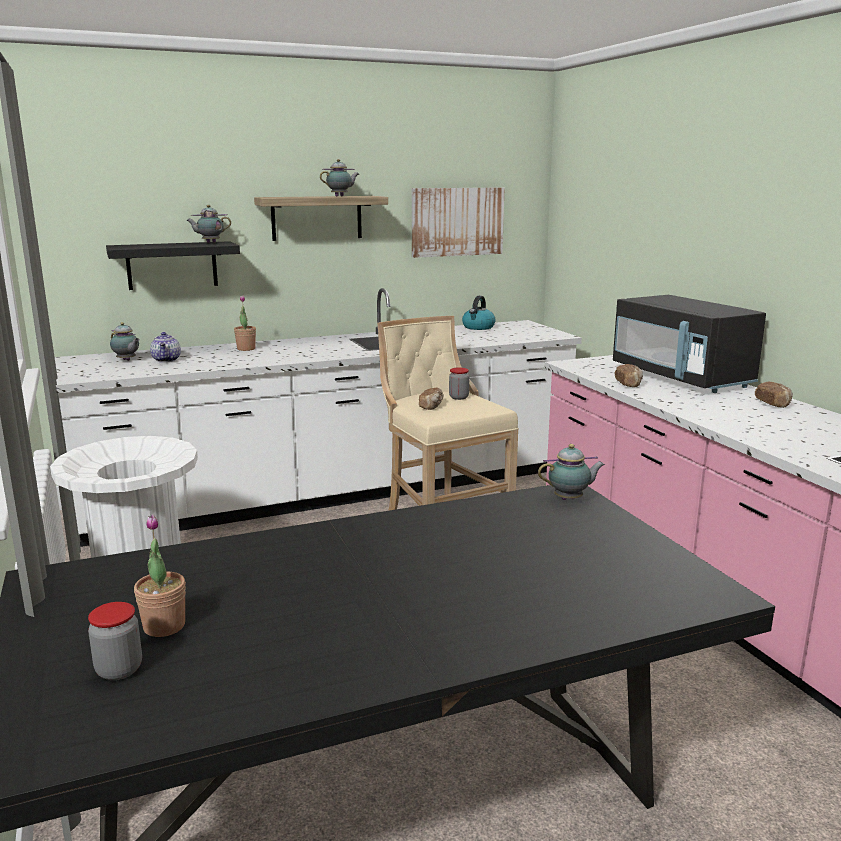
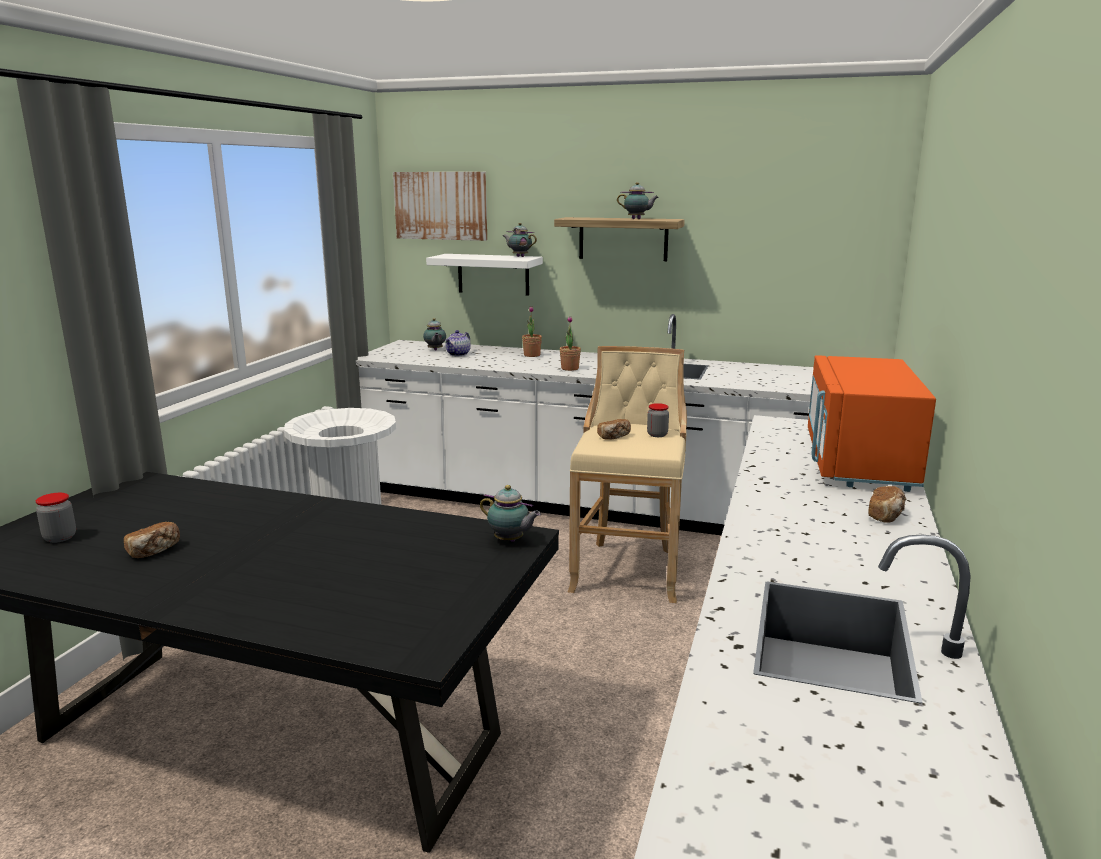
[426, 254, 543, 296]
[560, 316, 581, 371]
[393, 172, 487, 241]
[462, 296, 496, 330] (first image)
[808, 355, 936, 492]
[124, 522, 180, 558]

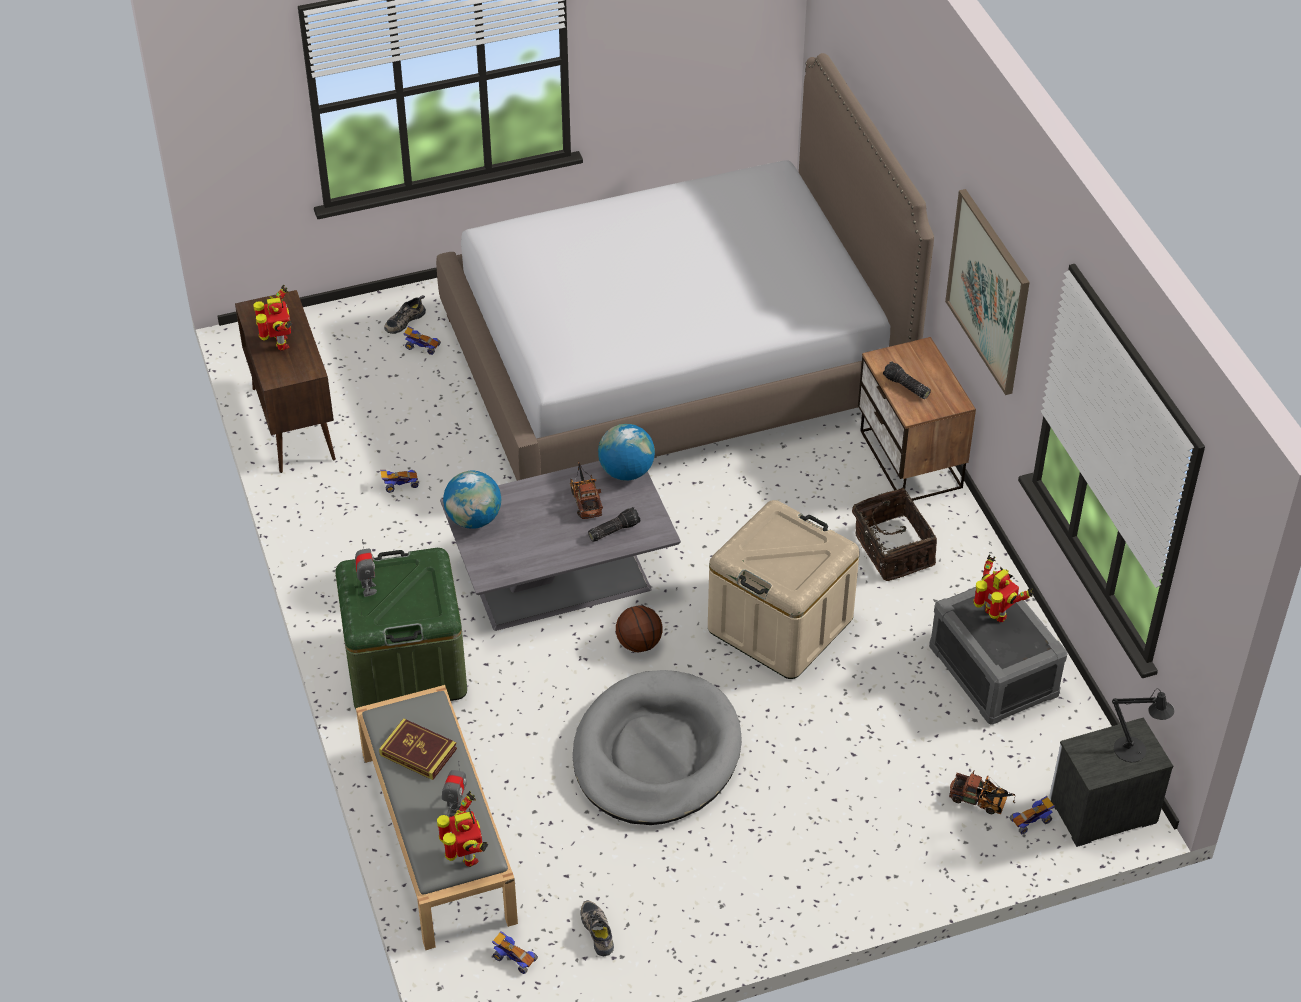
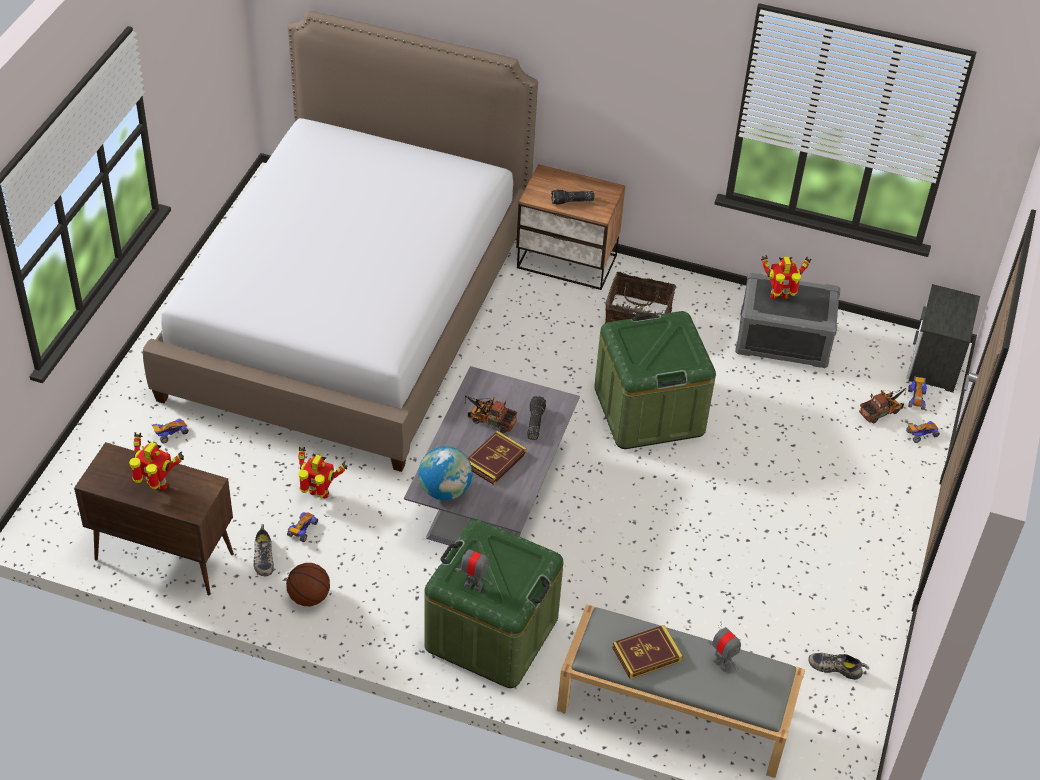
[253, 524, 274, 576]
[298, 447, 348, 498]
[906, 421, 940, 443]
[573, 670, 742, 825] (first image)
[598, 424, 655, 481] (first image)
[286, 563, 330, 606]
[594, 311, 716, 449]
[945, 189, 1030, 395] (first image)
[1112, 688, 1175, 762] (first image)
[468, 431, 526, 485]

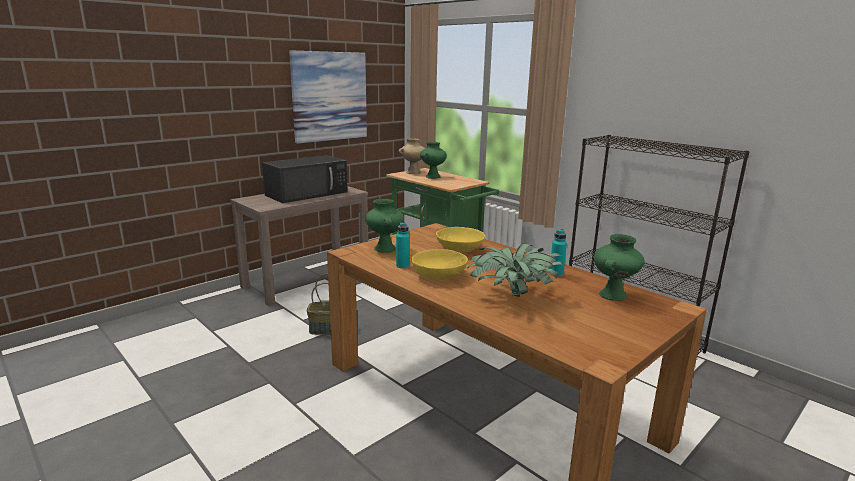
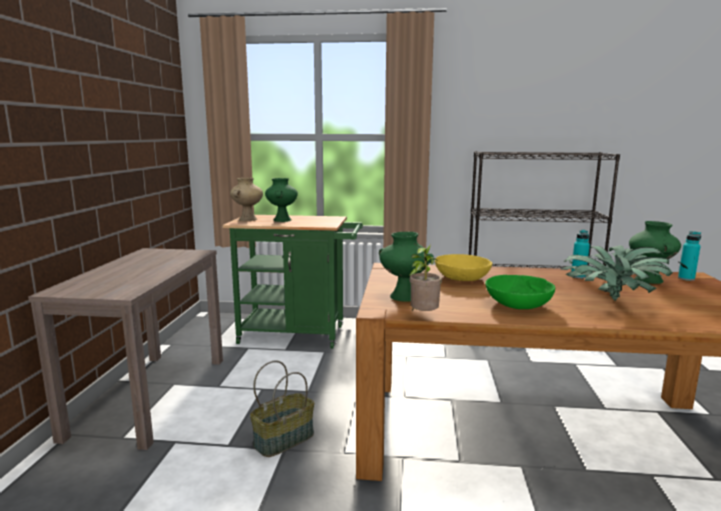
[262, 155, 348, 203] (first image)
[289, 50, 367, 144] (first image)
[678, 231, 701, 281]
[485, 275, 555, 309]
[409, 244, 442, 311]

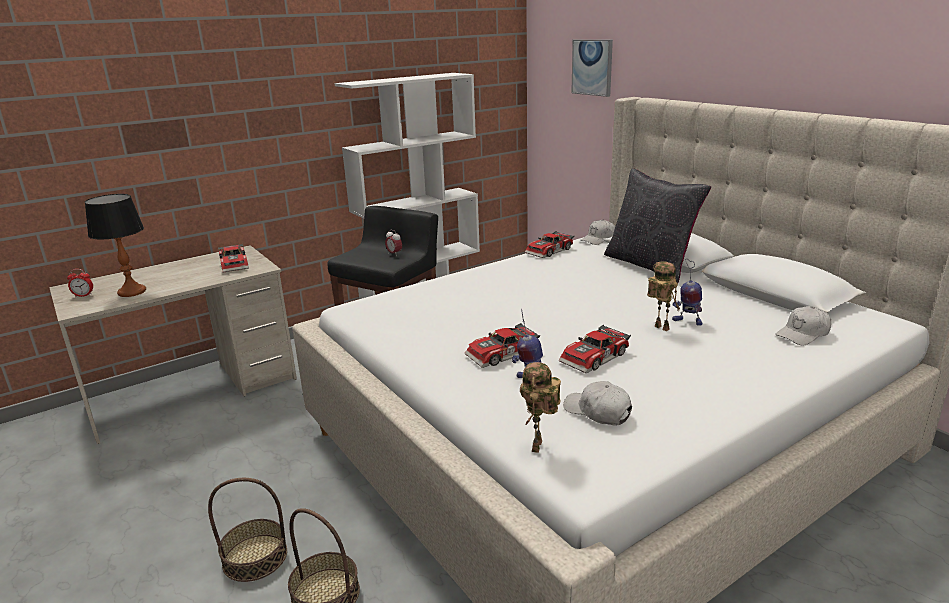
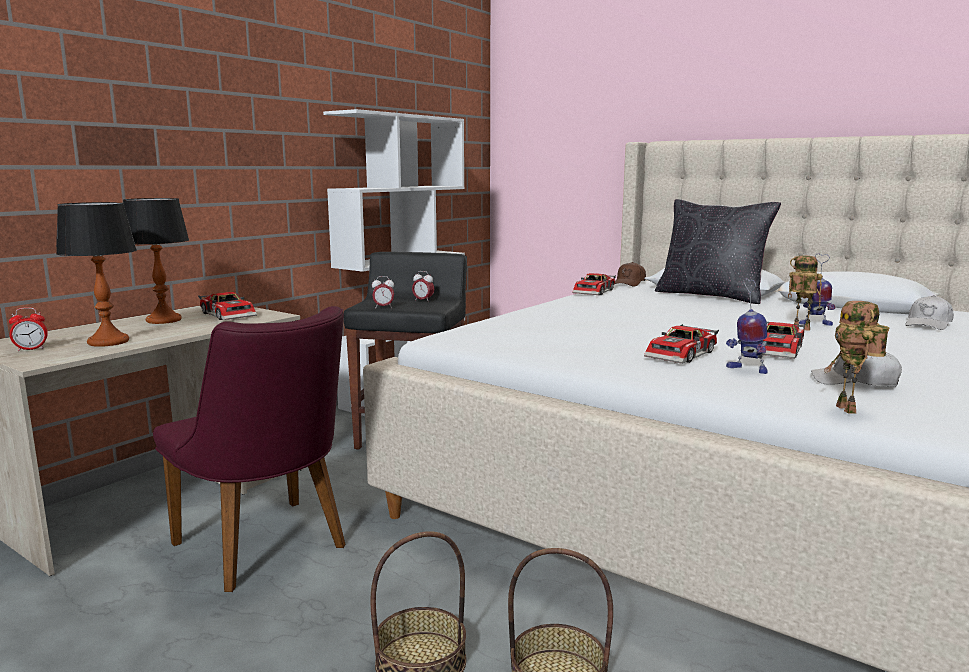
[571, 39, 613, 97] (first image)
[615, 262, 646, 287]
[123, 198, 189, 324]
[153, 306, 345, 592]
[372, 276, 394, 309]

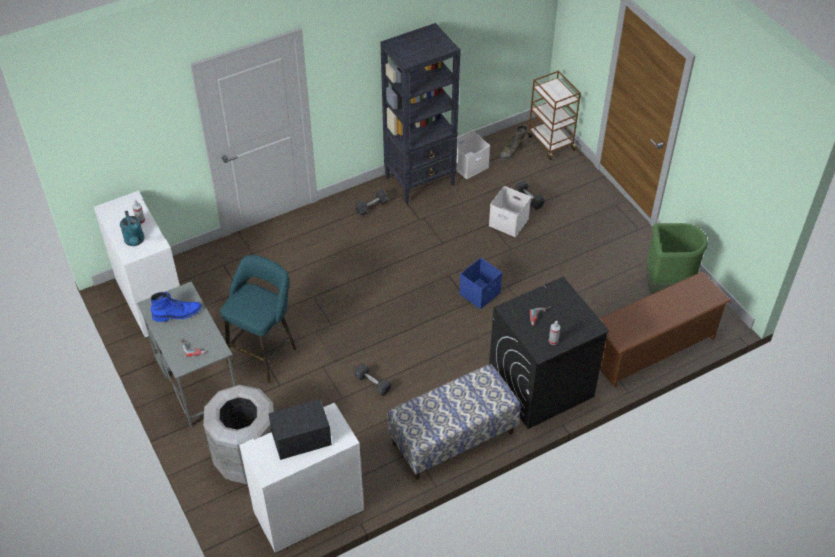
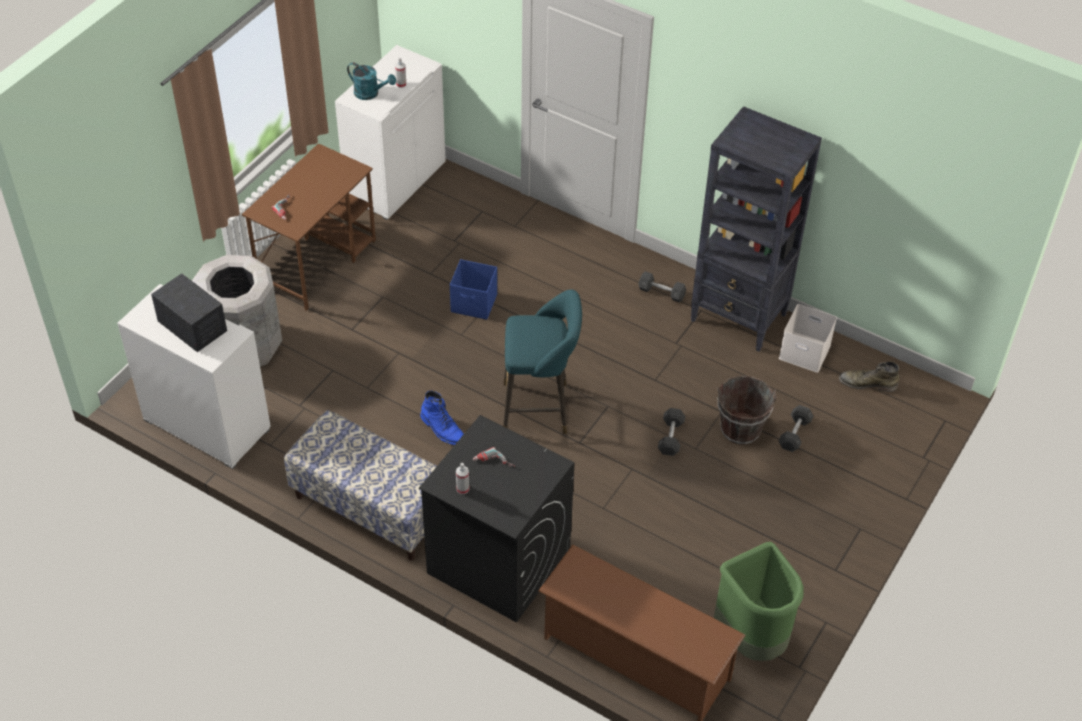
[347, 62, 396, 100]
[242, 143, 376, 311]
[420, 391, 464, 445]
[503, 290, 582, 434]
[658, 408, 685, 456]
[450, 259, 497, 320]
[718, 376, 776, 445]
[527, 71, 581, 160] (first image)

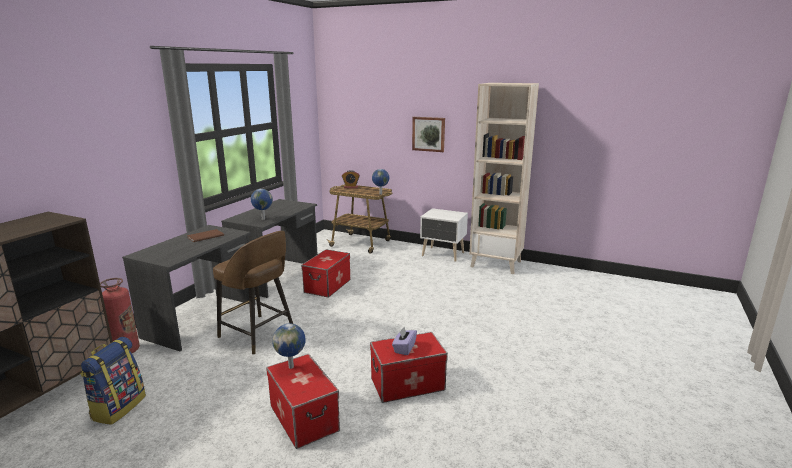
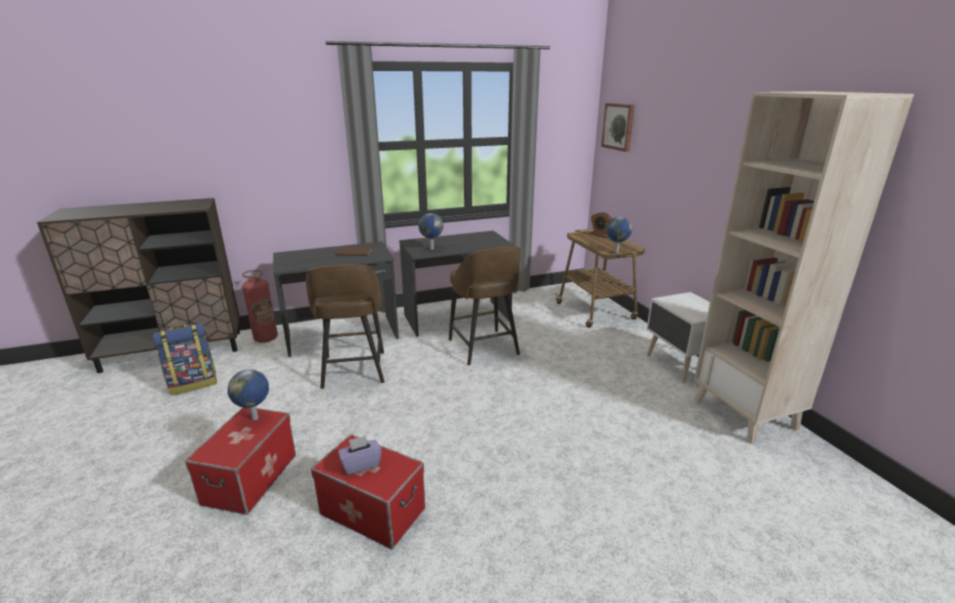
[449, 246, 521, 366]
[601, 103, 635, 152]

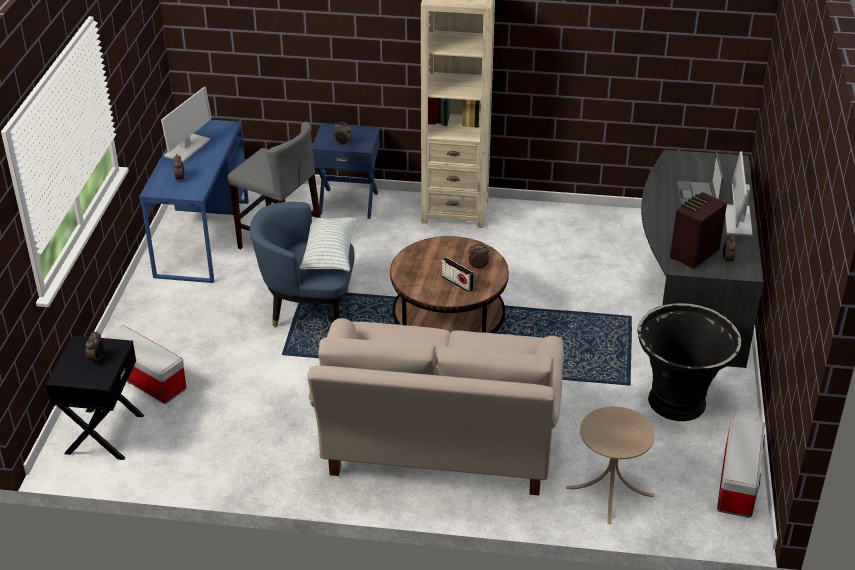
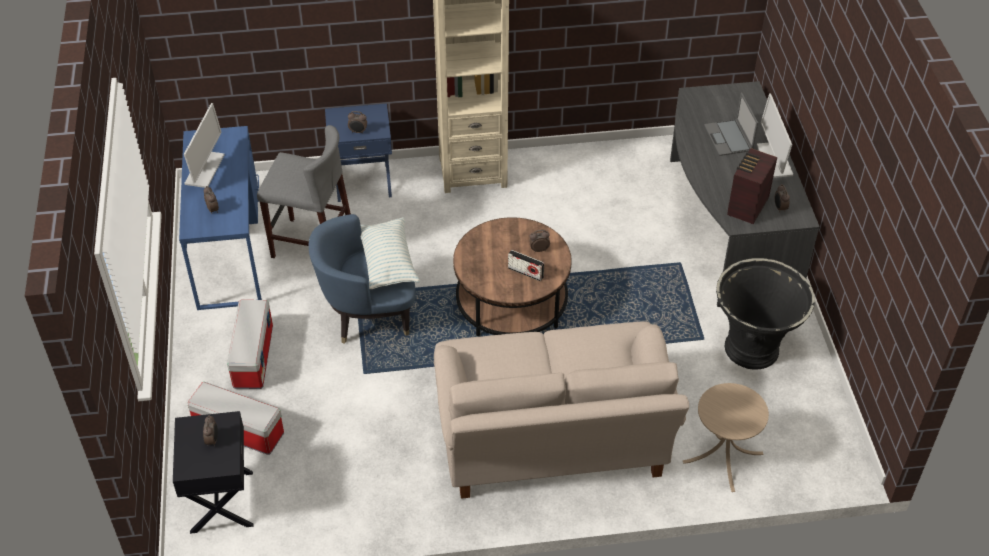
[227, 300, 273, 389]

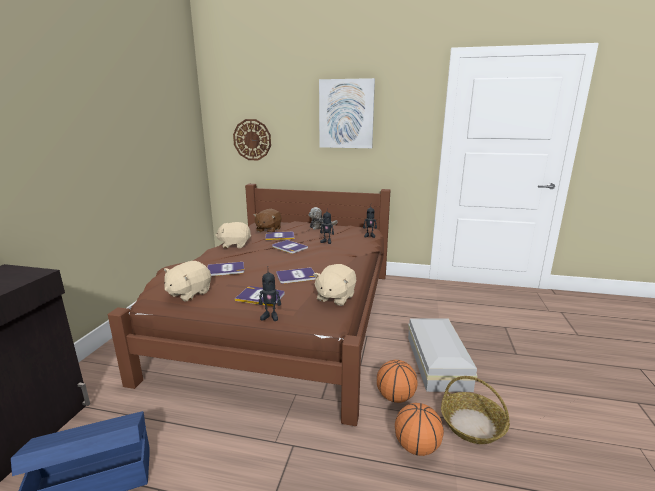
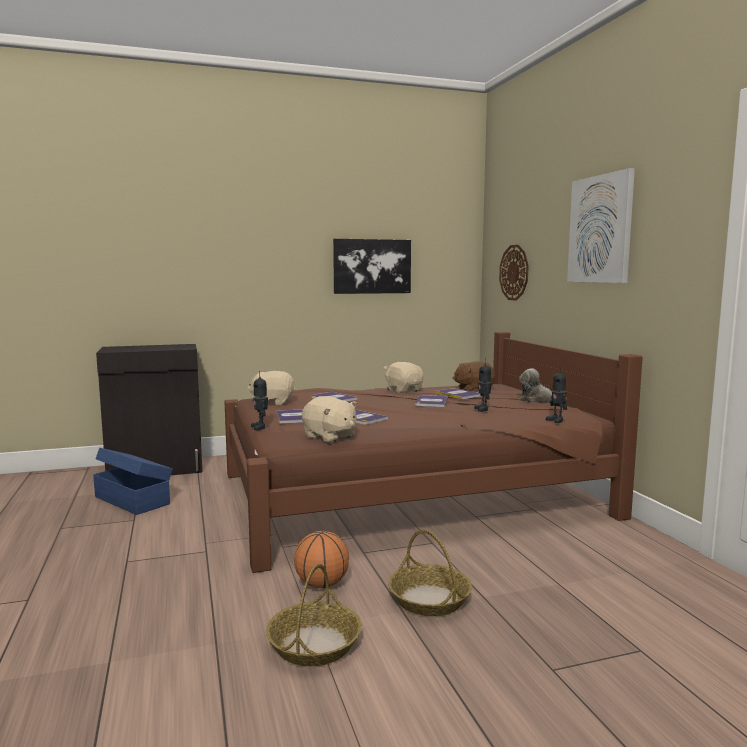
[302, 396, 357, 443]
[395, 403, 444, 456] (first image)
[388, 529, 472, 616]
[333, 239, 411, 294]

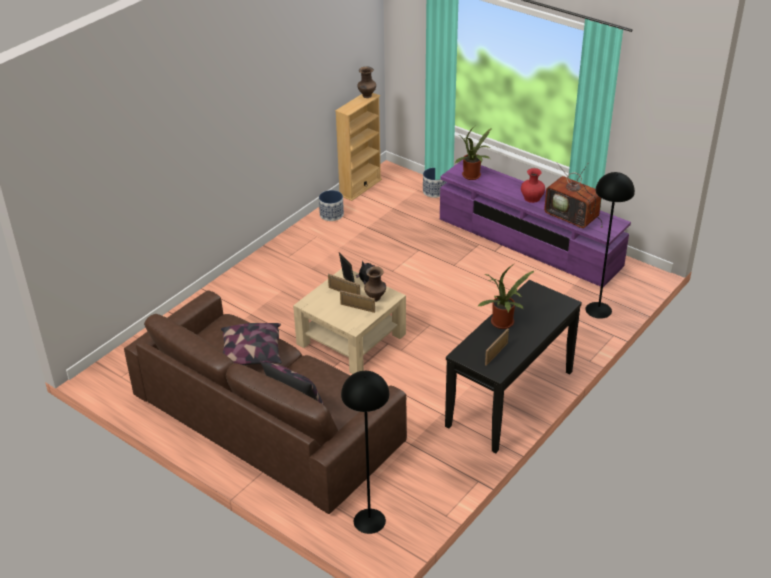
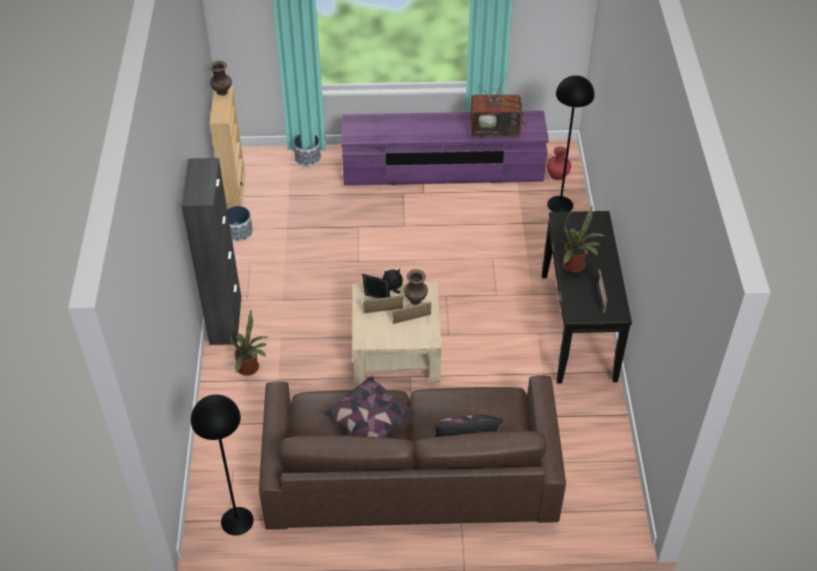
[191, 395, 254, 536]
[228, 310, 268, 376]
[547, 147, 571, 180]
[181, 158, 241, 345]

